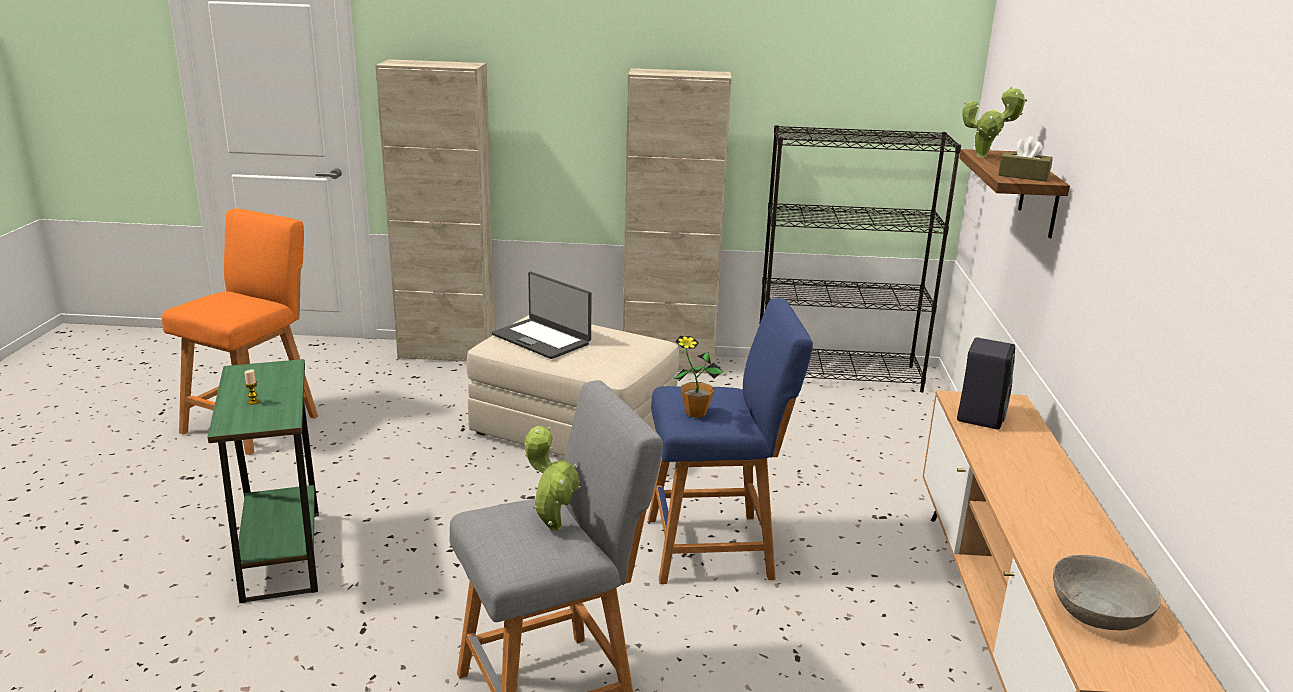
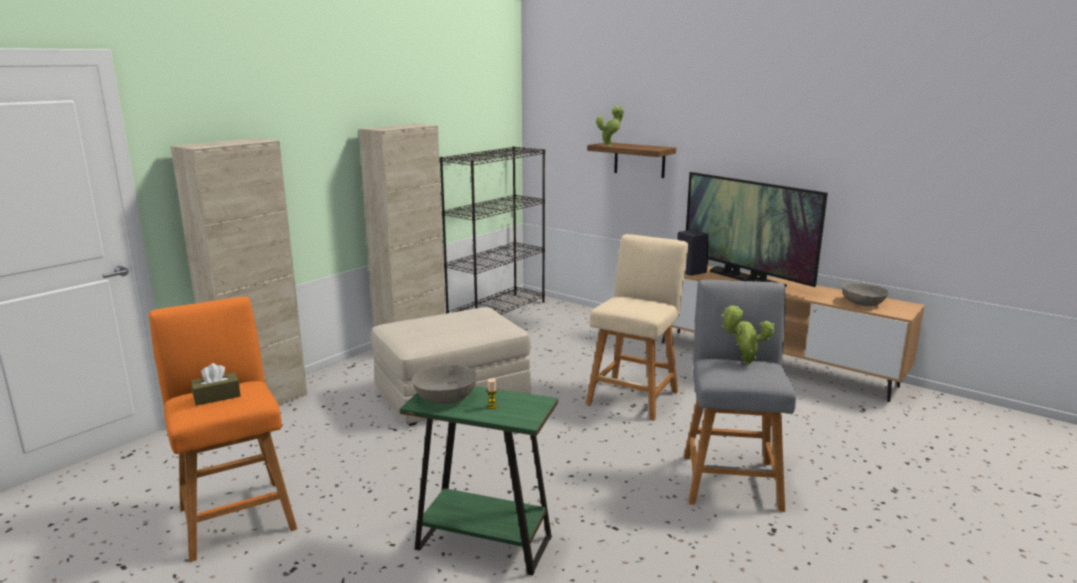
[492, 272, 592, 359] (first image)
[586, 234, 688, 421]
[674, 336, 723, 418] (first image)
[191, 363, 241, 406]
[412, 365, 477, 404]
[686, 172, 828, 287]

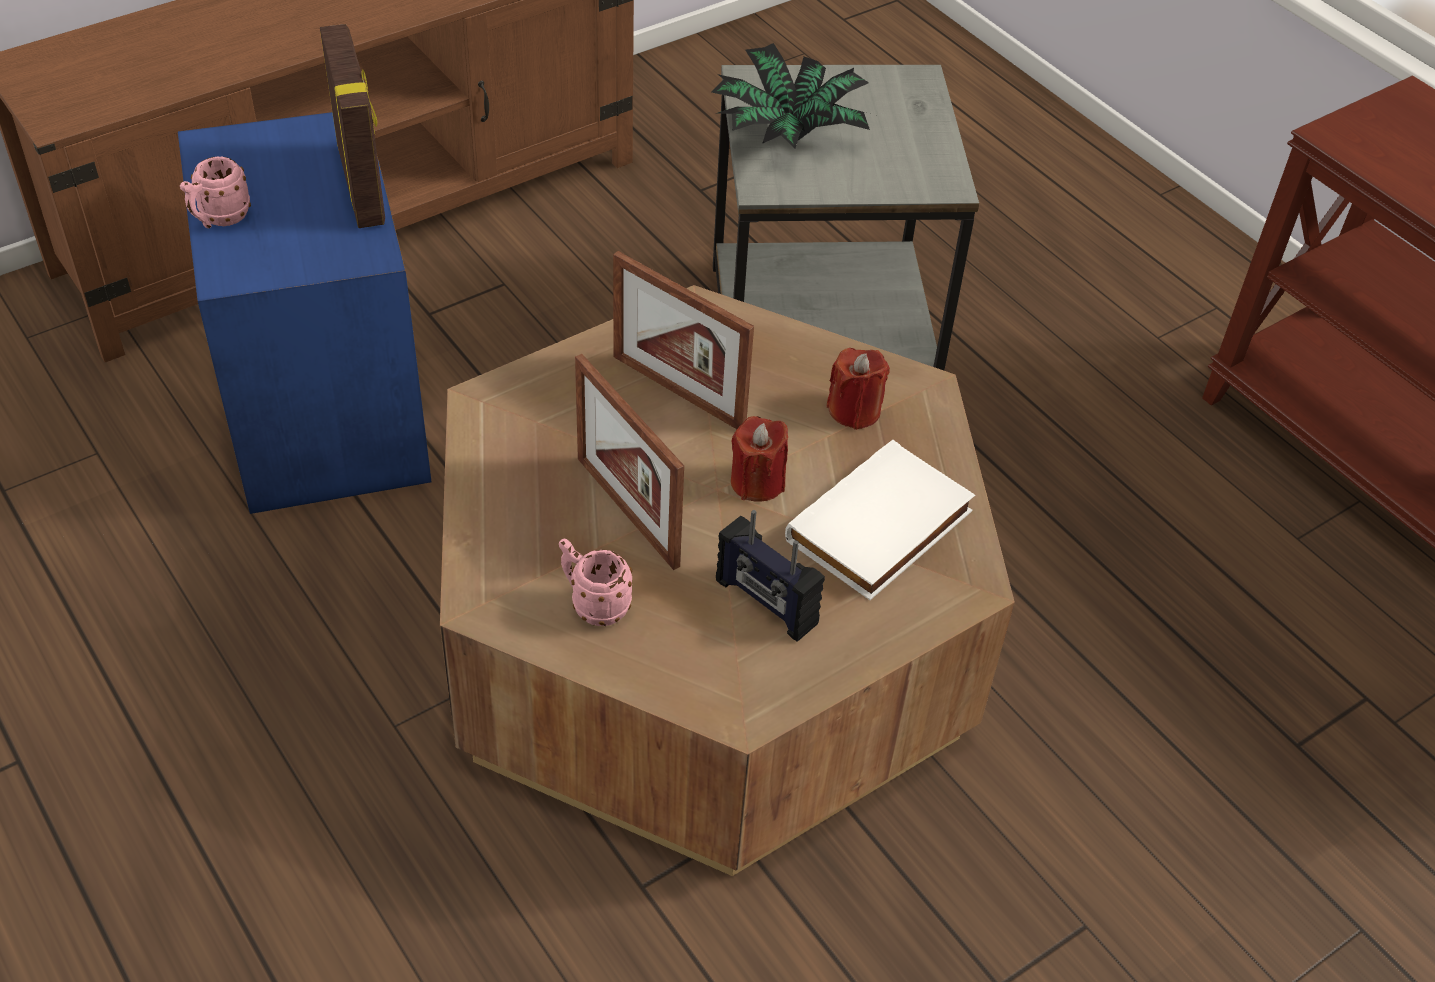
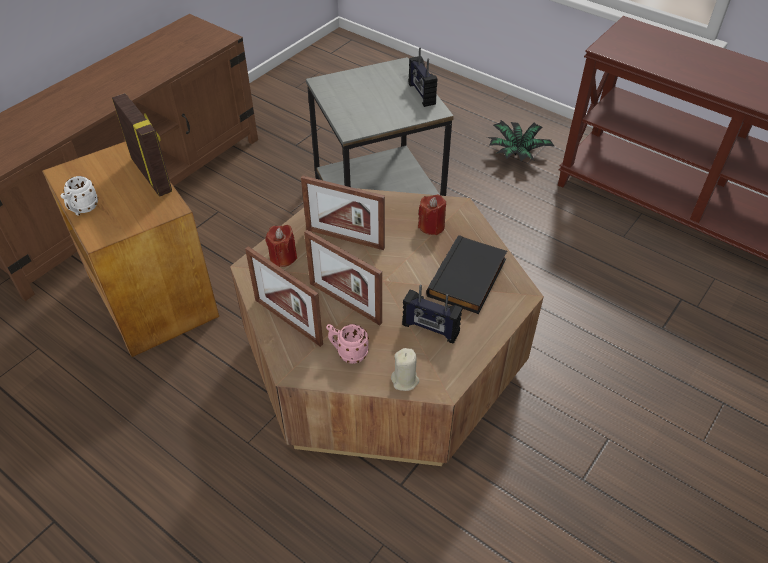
[42, 141, 219, 357]
[61, 176, 98, 216]
[487, 120, 554, 161]
[265, 225, 297, 267]
[426, 235, 507, 314]
[245, 246, 323, 347]
[391, 348, 419, 391]
[409, 48, 438, 107]

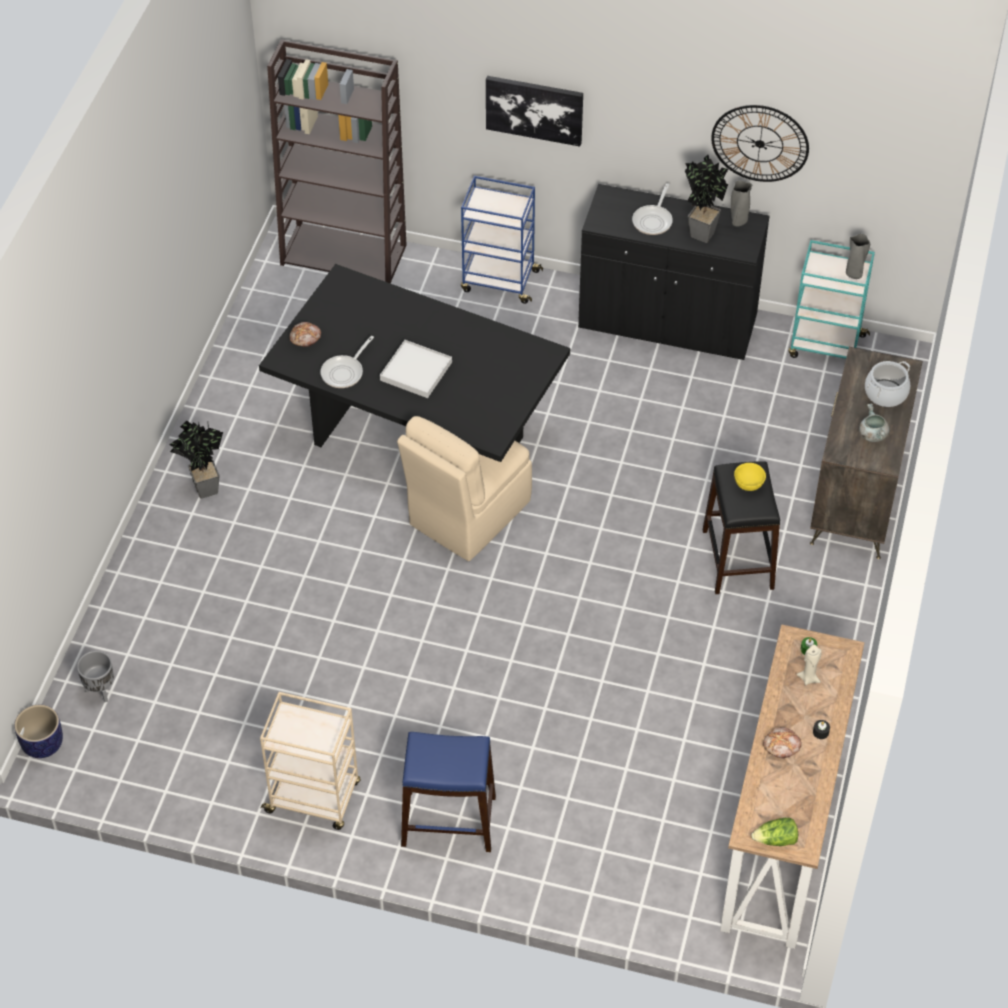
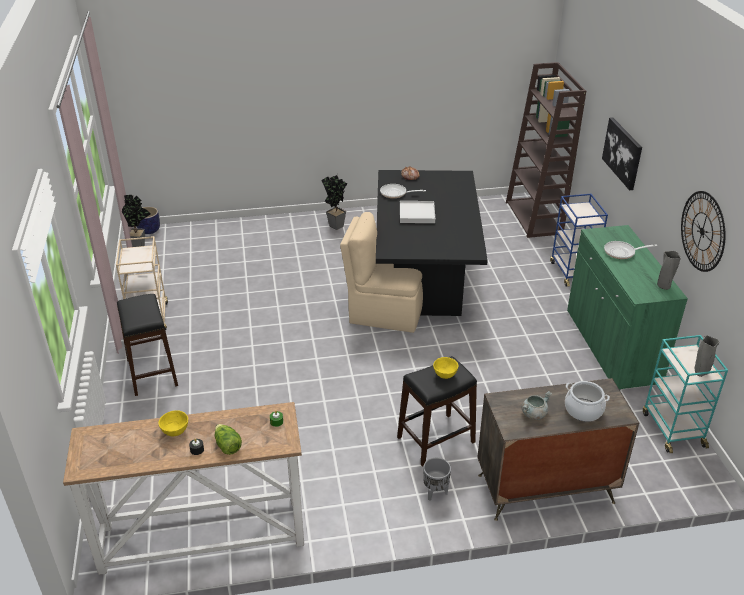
[423, 458, 451, 501]
[117, 294, 178, 396]
[567, 225, 688, 390]
[121, 195, 151, 247]
[215, 424, 242, 455]
[158, 410, 188, 436]
[797, 645, 822, 685] (first image)

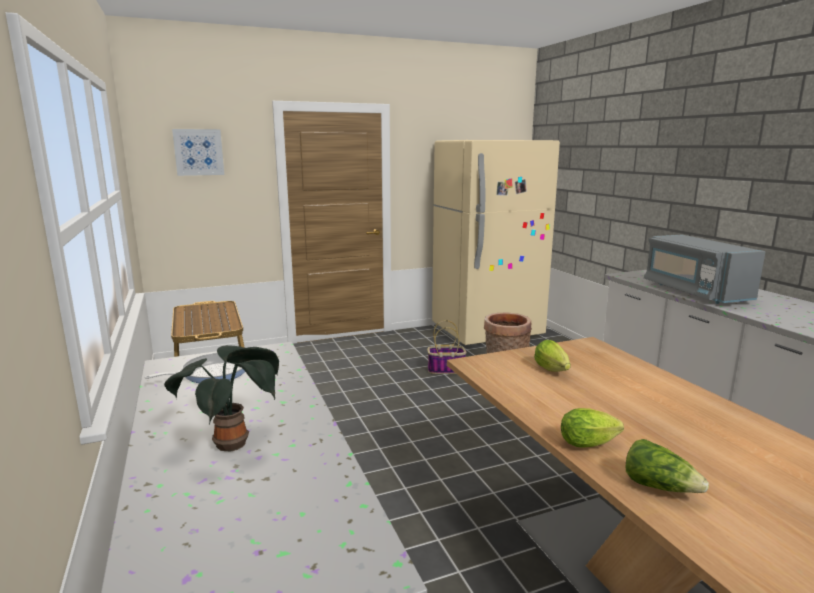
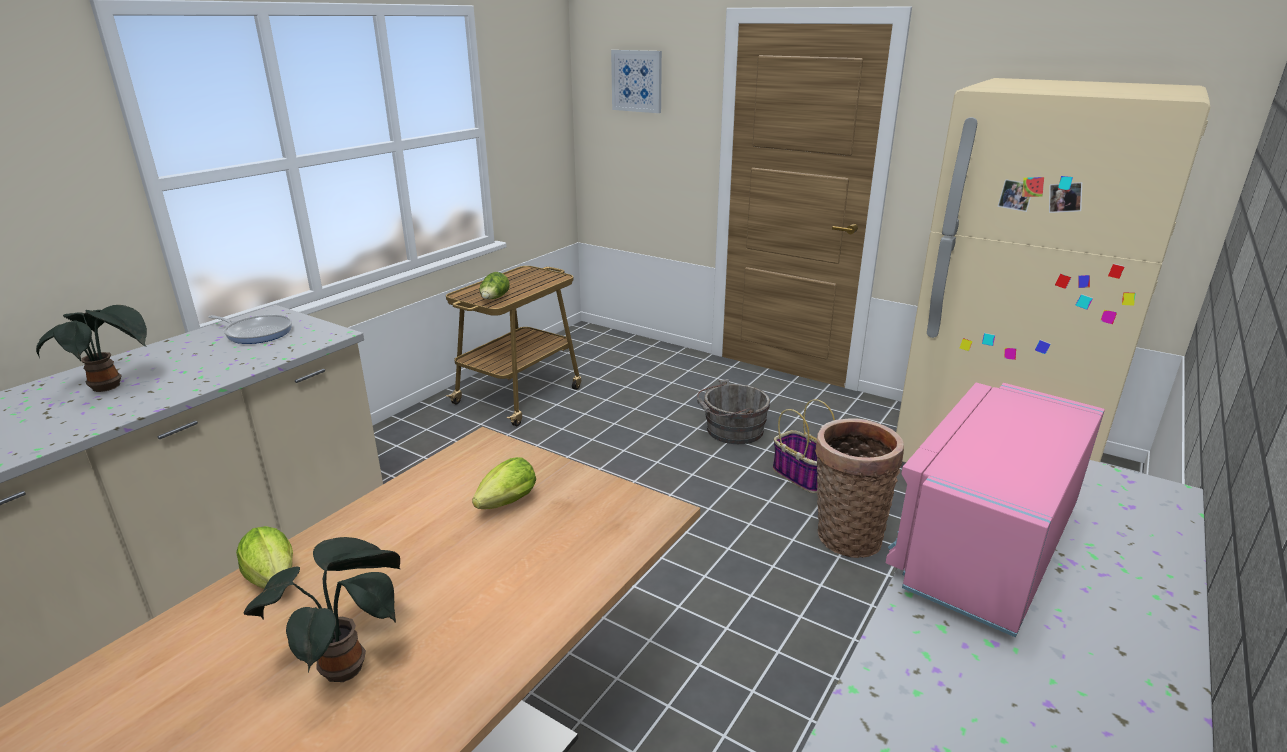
[479, 272, 510, 299]
[886, 383, 1105, 637]
[244, 537, 400, 682]
[697, 379, 770, 444]

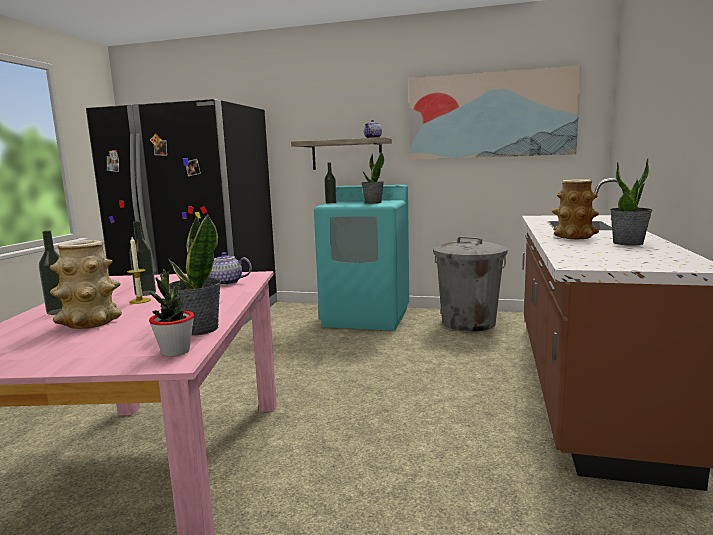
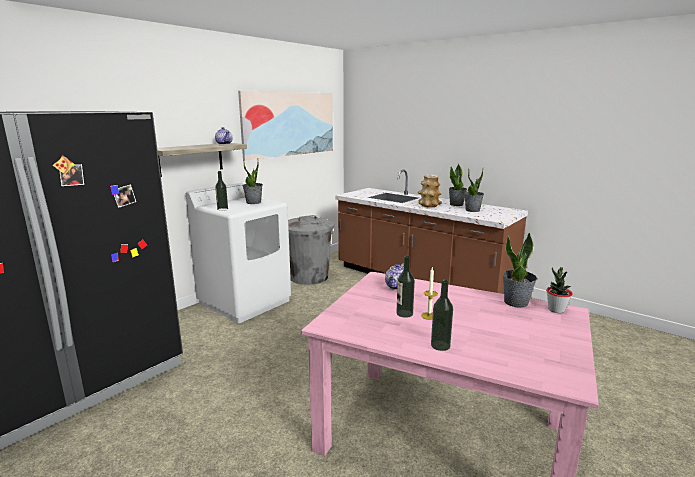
[50, 240, 122, 329] (first image)
[186, 182, 291, 323]
[464, 169, 484, 212]

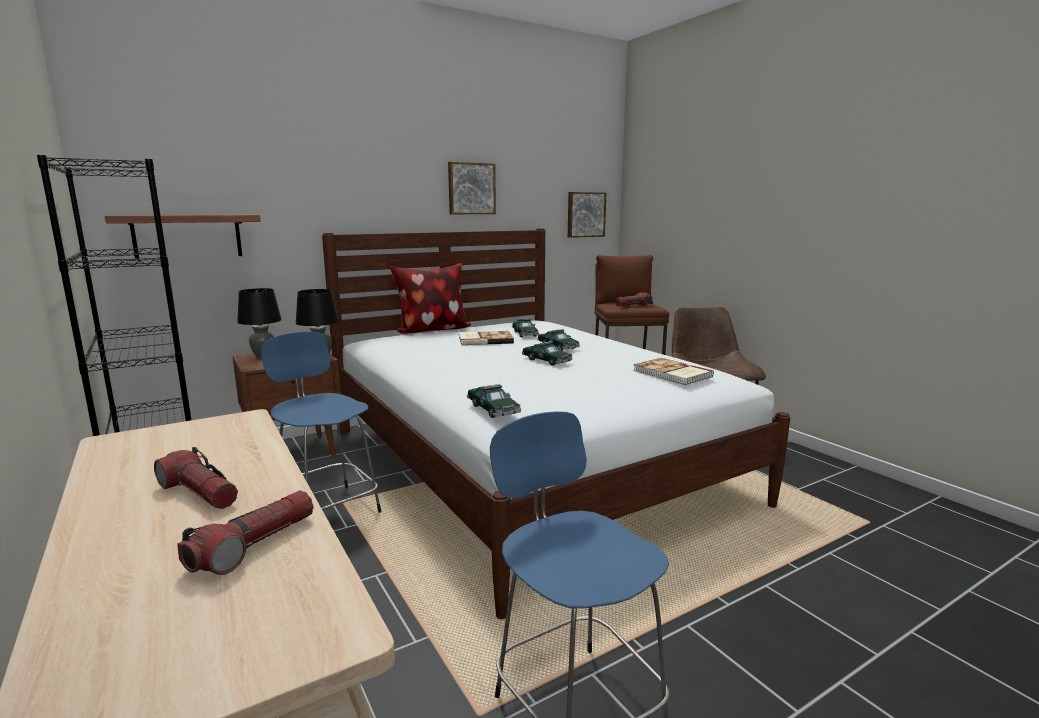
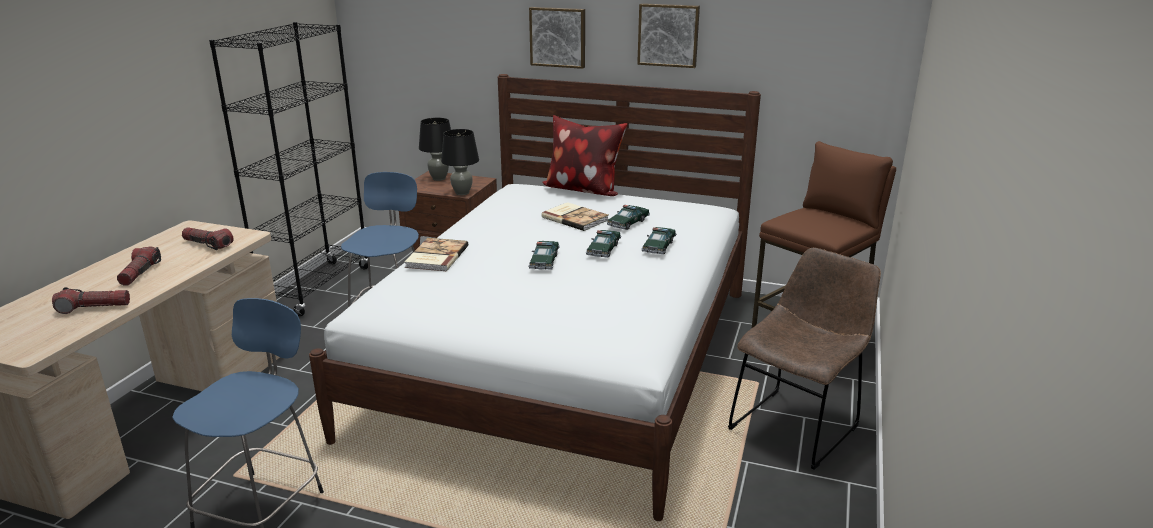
[105, 215, 261, 260] (first image)
[641, 227, 677, 254]
[529, 7, 585, 69]
[182, 227, 233, 250]
[404, 238, 468, 271]

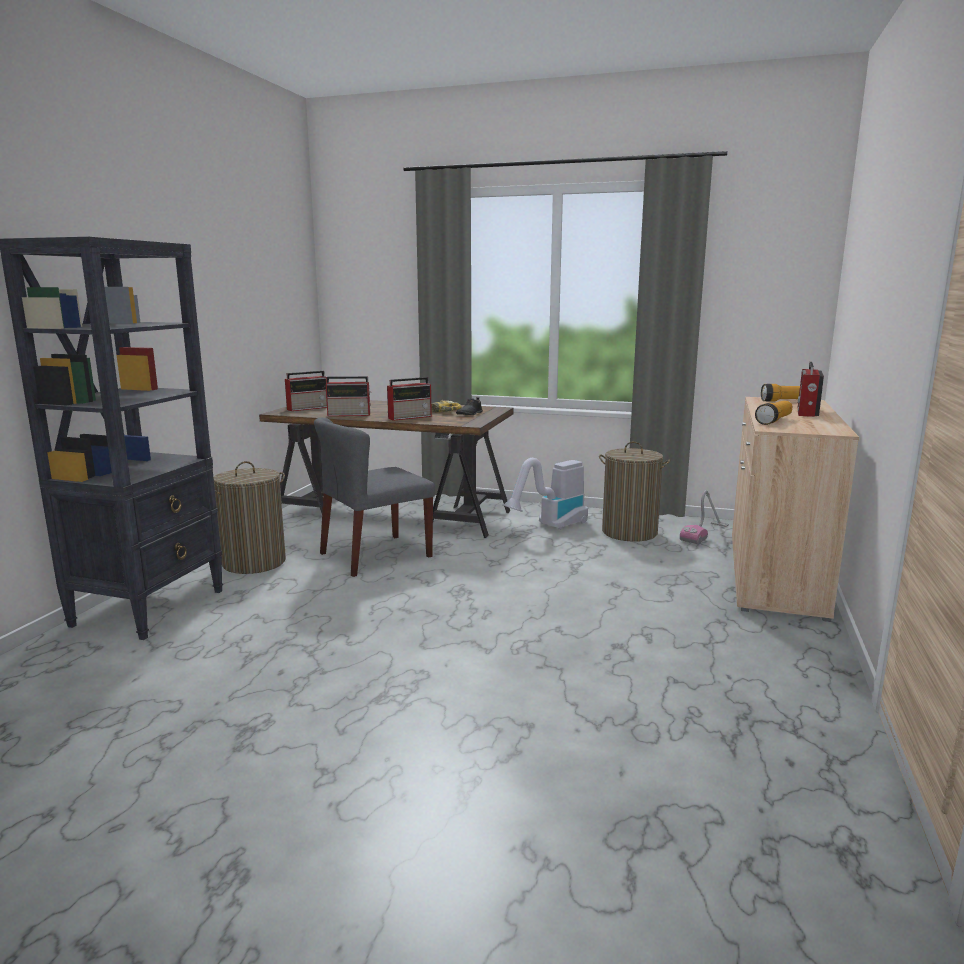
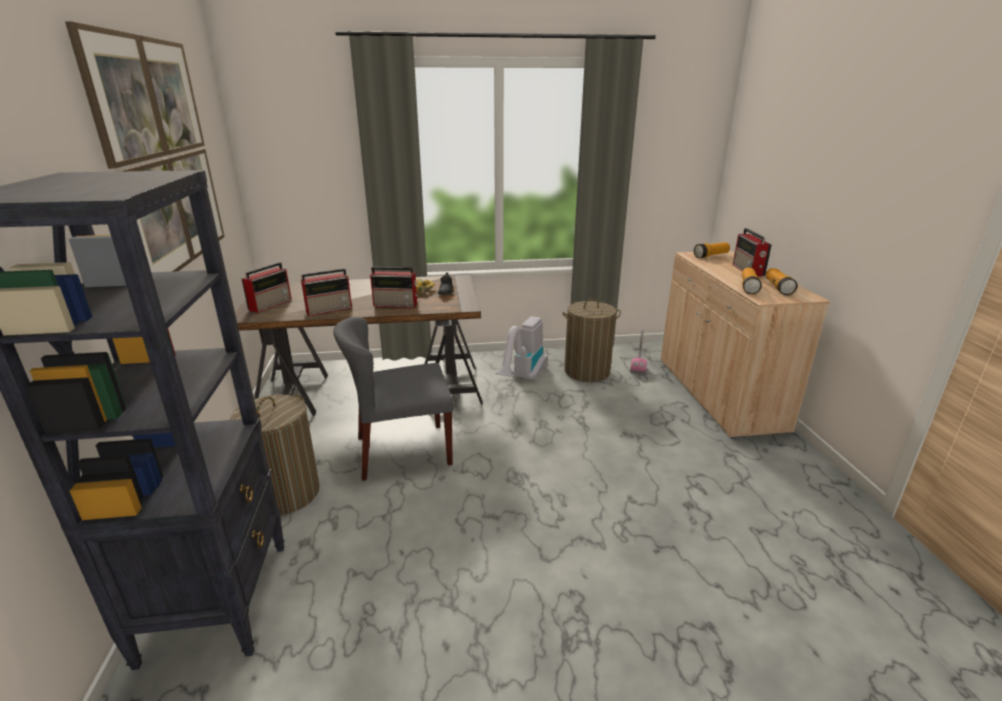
[333, 317, 454, 481]
[370, 267, 418, 308]
[65, 21, 225, 272]
[766, 268, 798, 295]

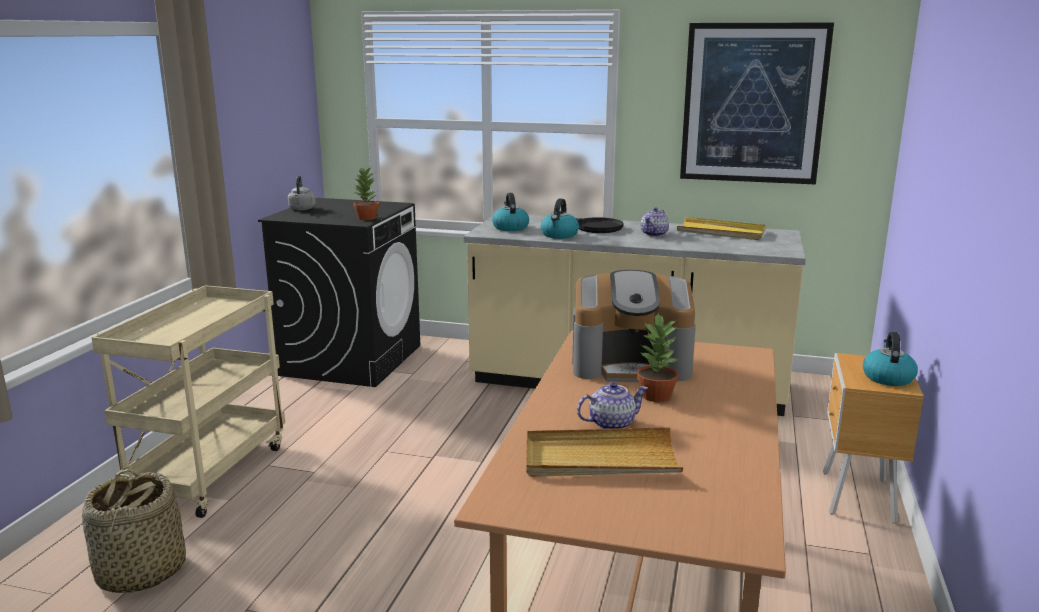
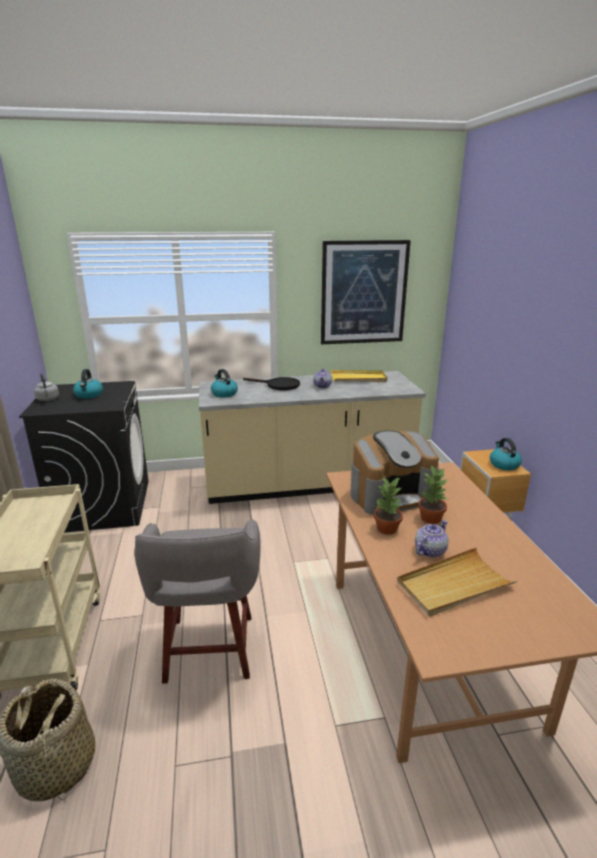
[374, 477, 403, 535]
[73, 369, 103, 399]
[134, 519, 260, 684]

